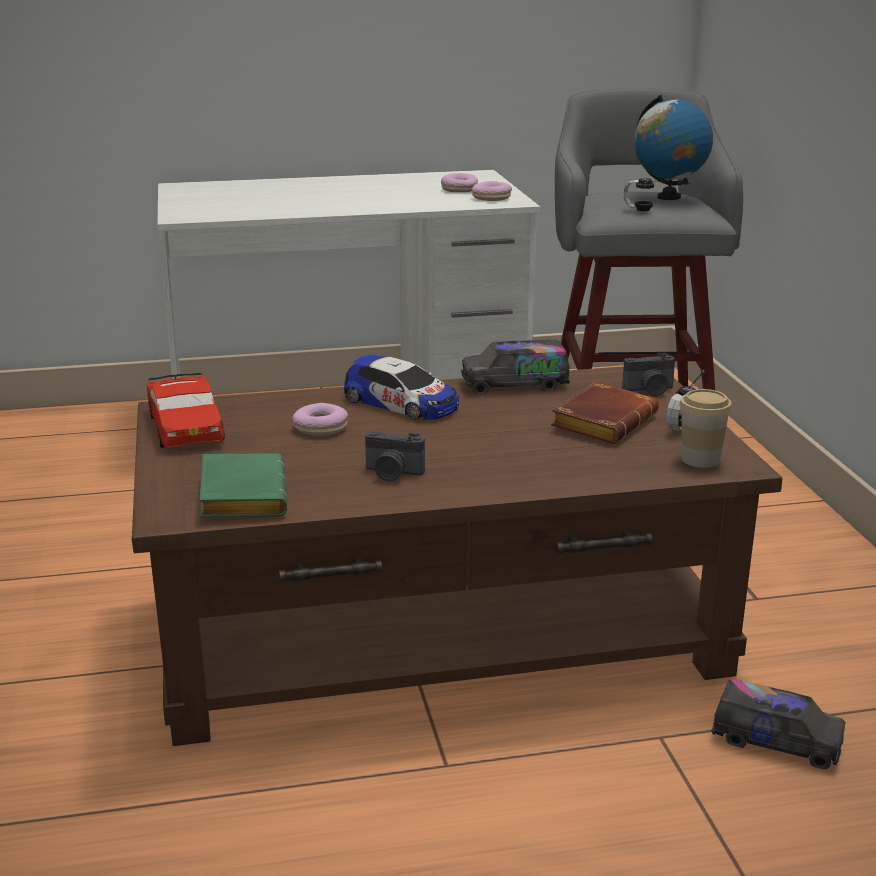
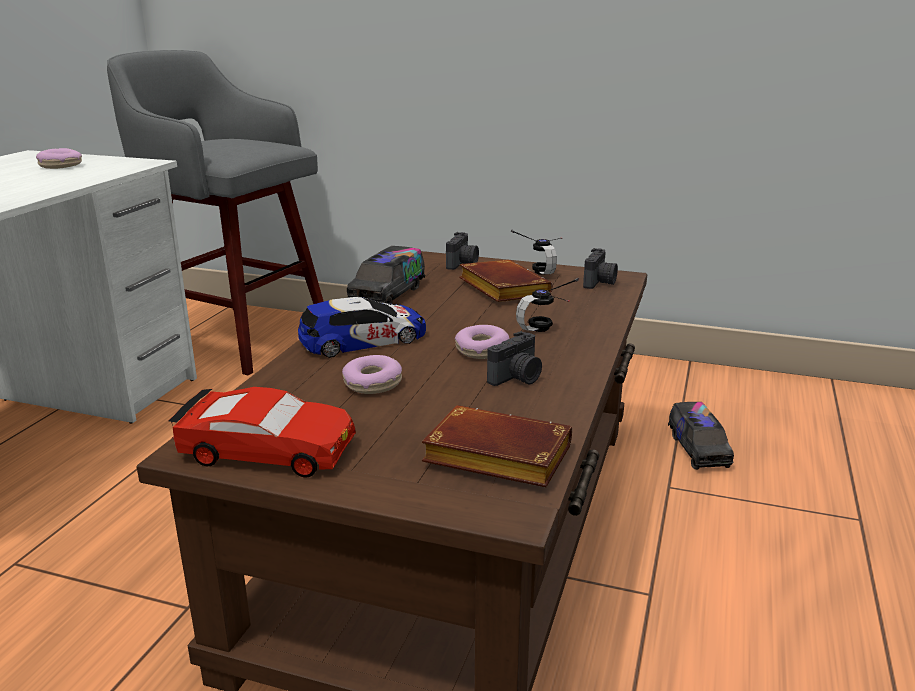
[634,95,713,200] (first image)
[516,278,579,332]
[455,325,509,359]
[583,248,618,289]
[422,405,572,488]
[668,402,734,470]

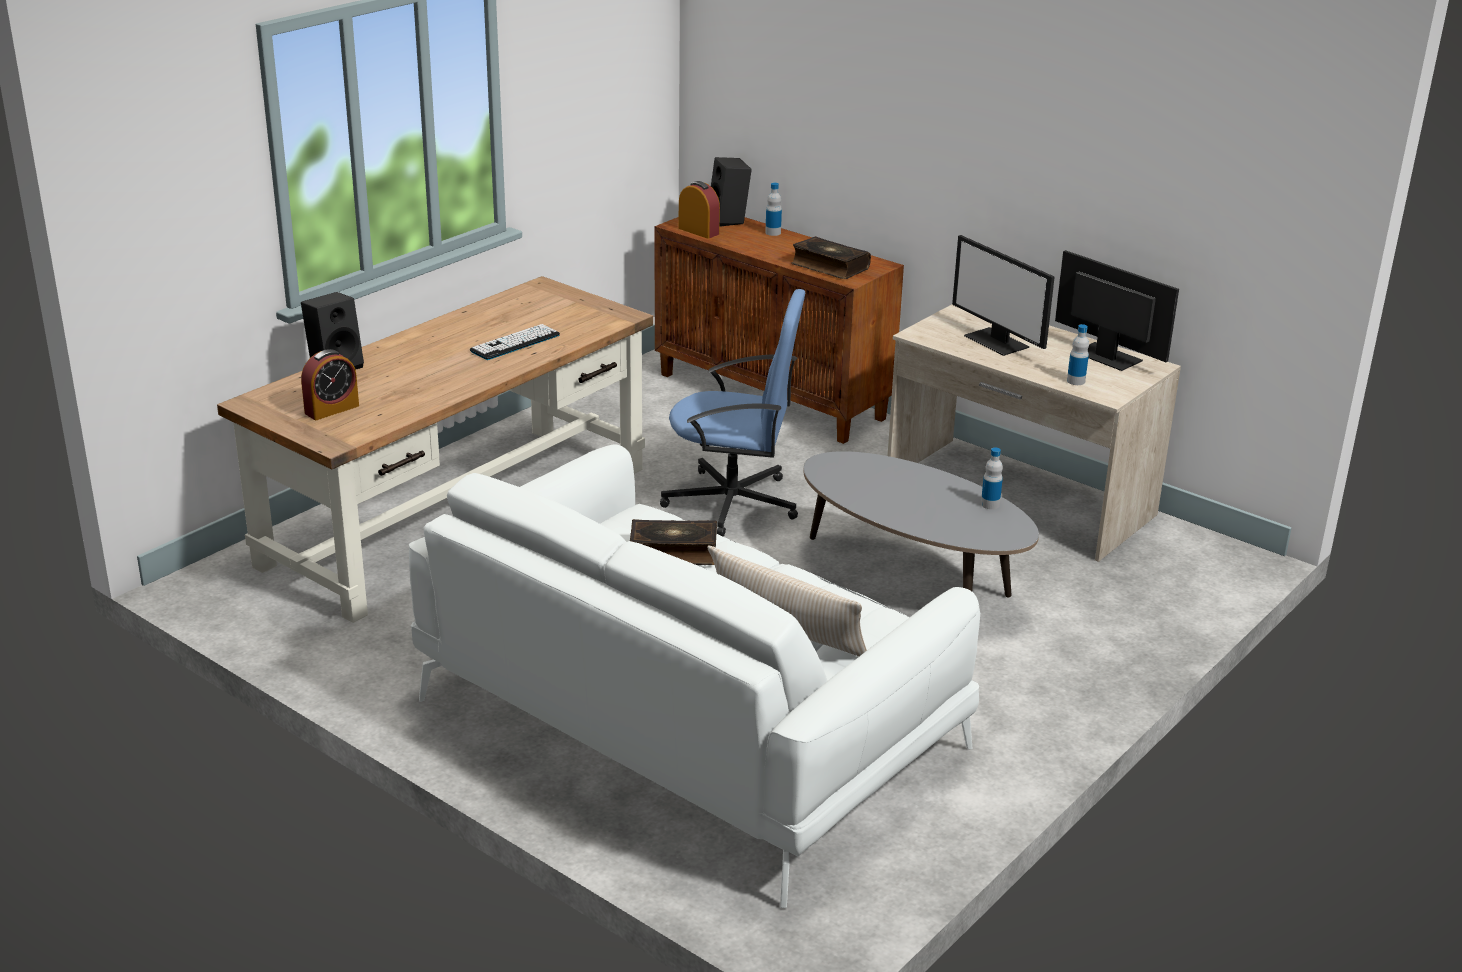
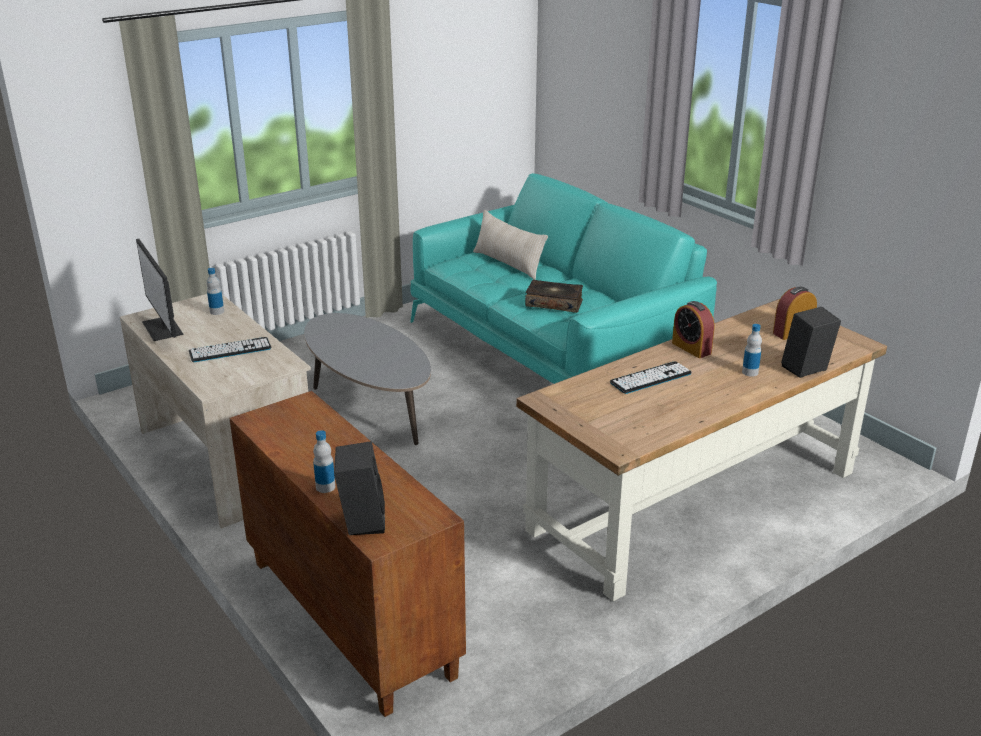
[672,301,715,358]
[189,337,271,362]
[791,236,871,279] (first image)
[660,289,805,536] (first image)
[410,173,717,384]
[742,324,762,377]

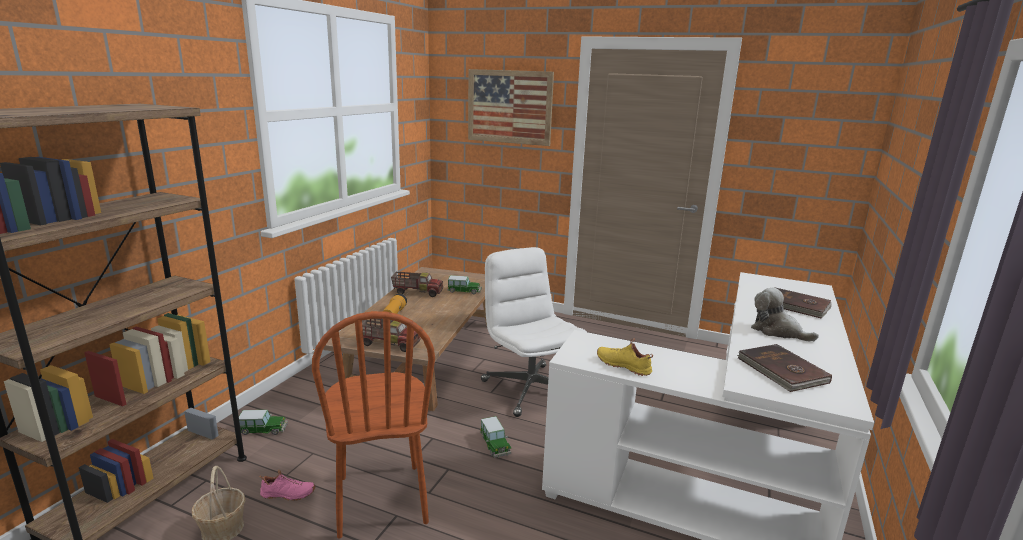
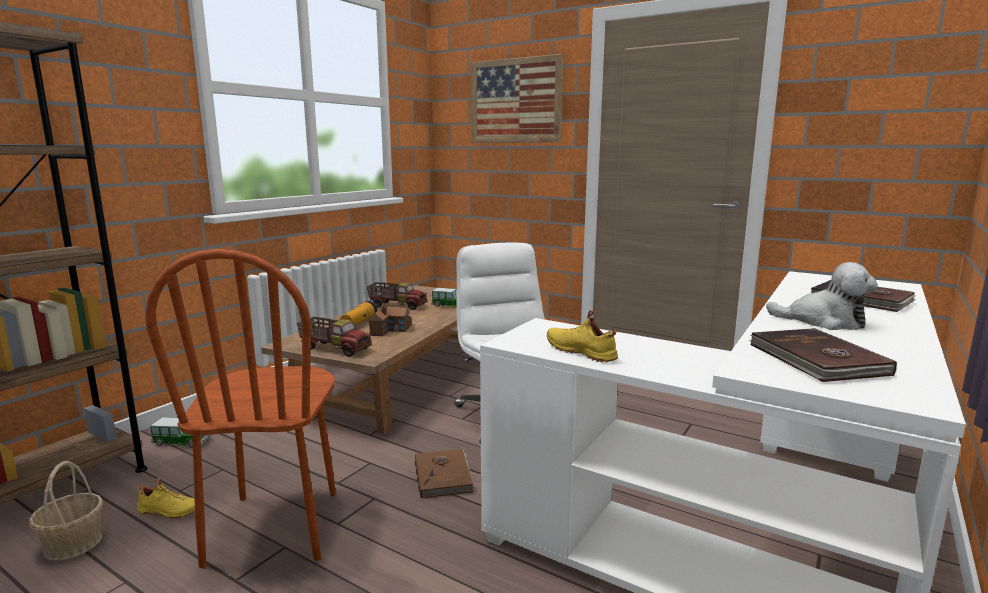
[766,262,878,330]
[415,449,474,499]
[137,478,195,519]
[368,304,412,336]

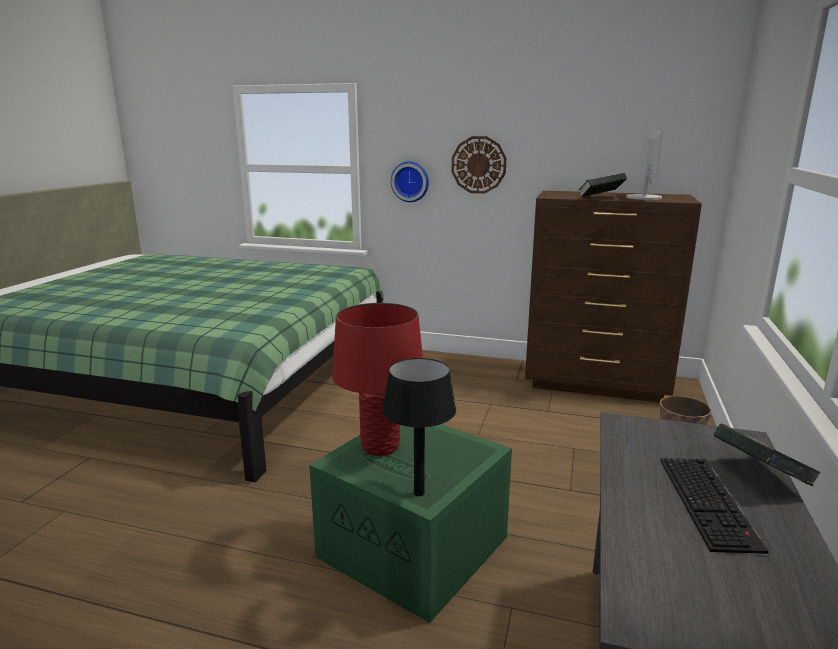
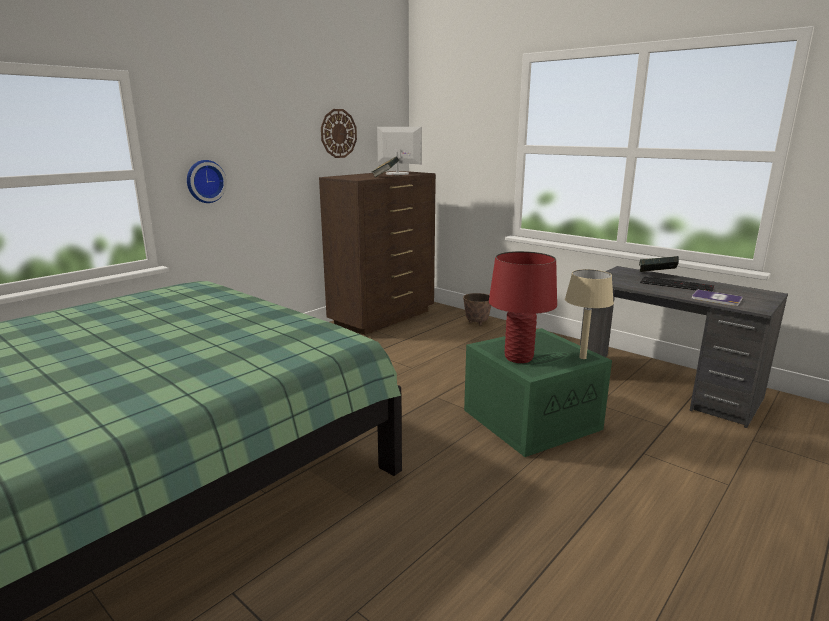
[321,109,357,158]
[565,269,614,359]
[692,290,743,306]

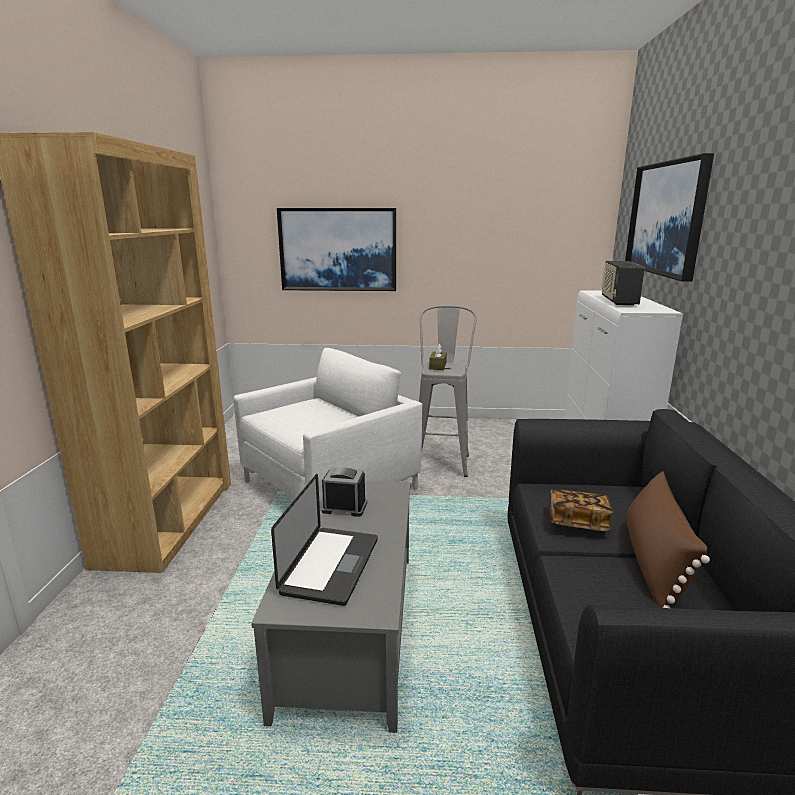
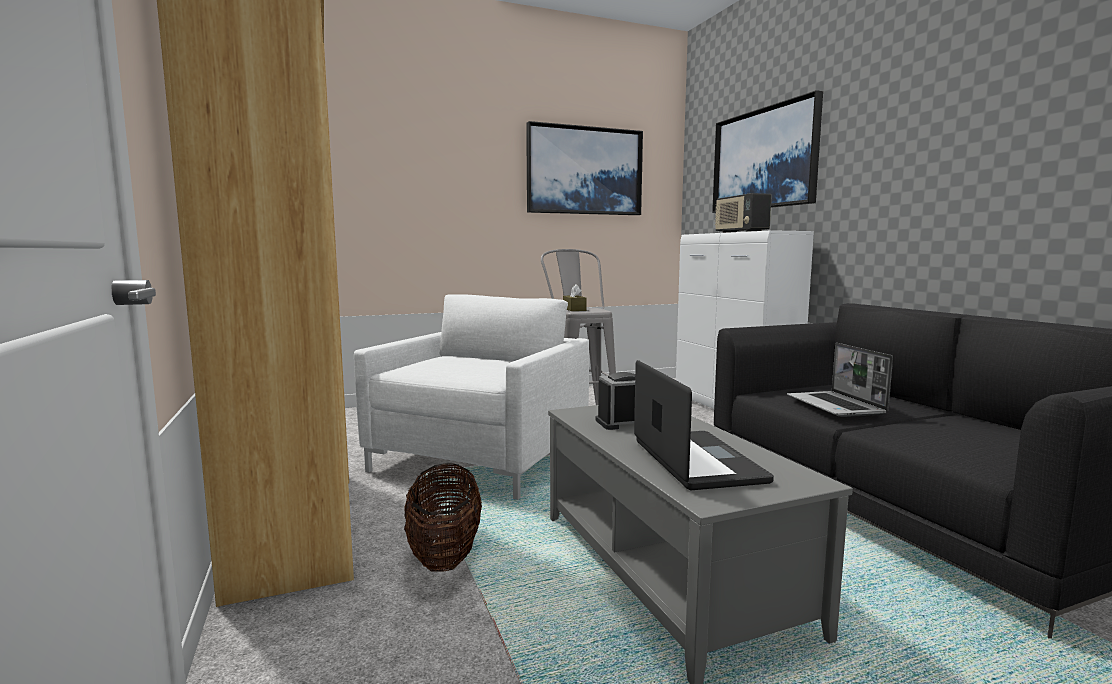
[526,121,643,215]
[626,471,710,608] (first image)
[787,343,893,417]
[404,463,482,572]

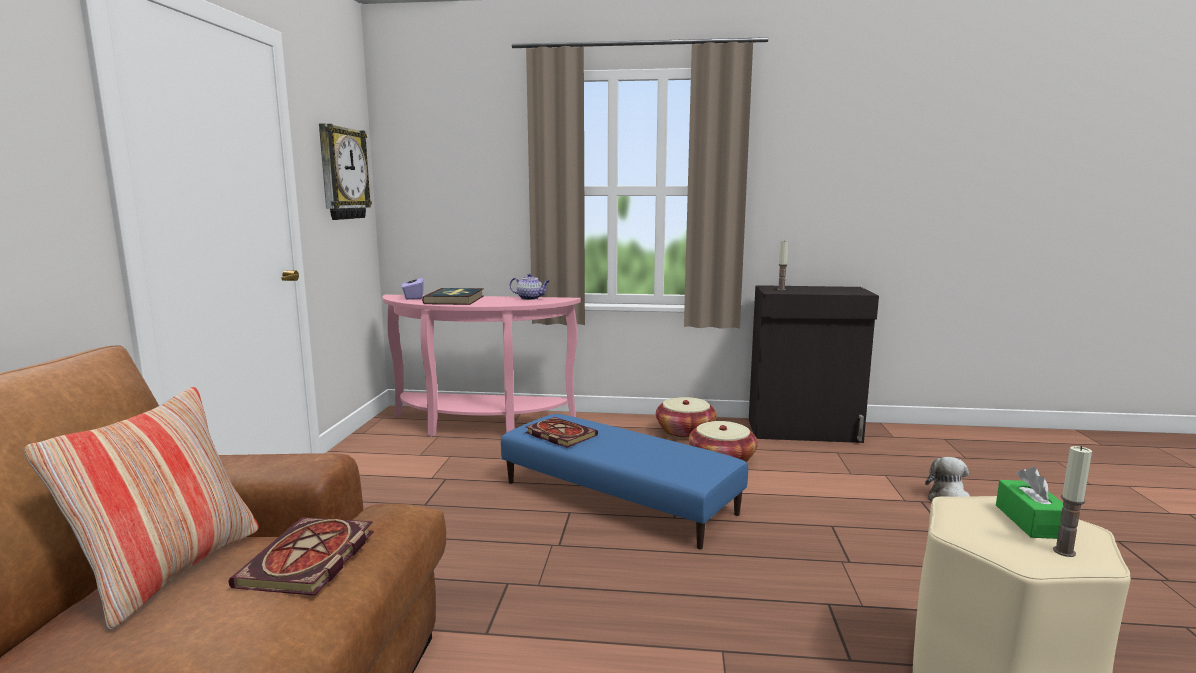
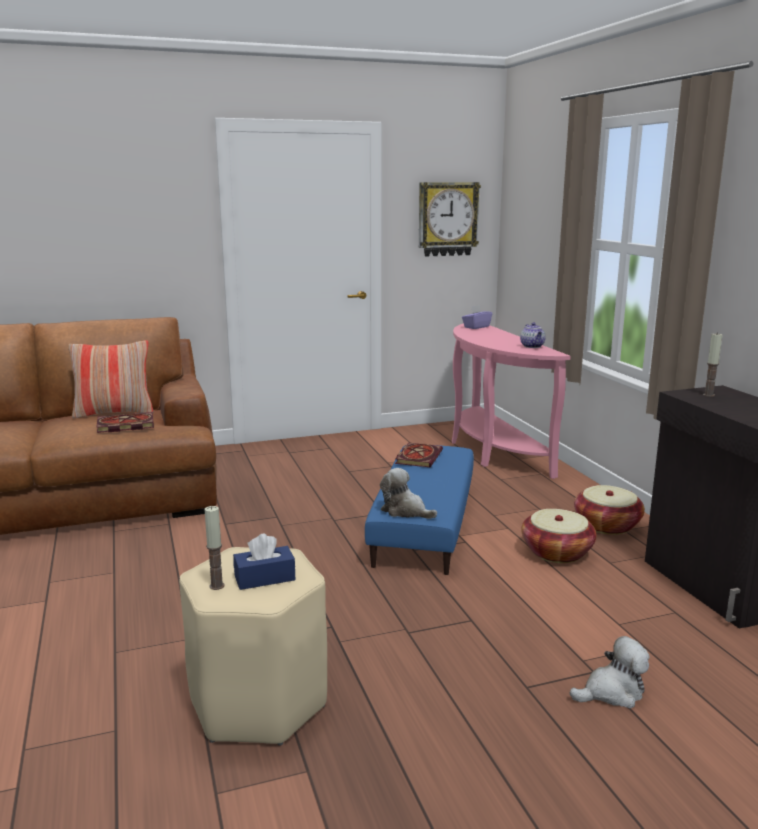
[422,288,484,305] (first image)
[233,533,295,590]
[380,468,437,519]

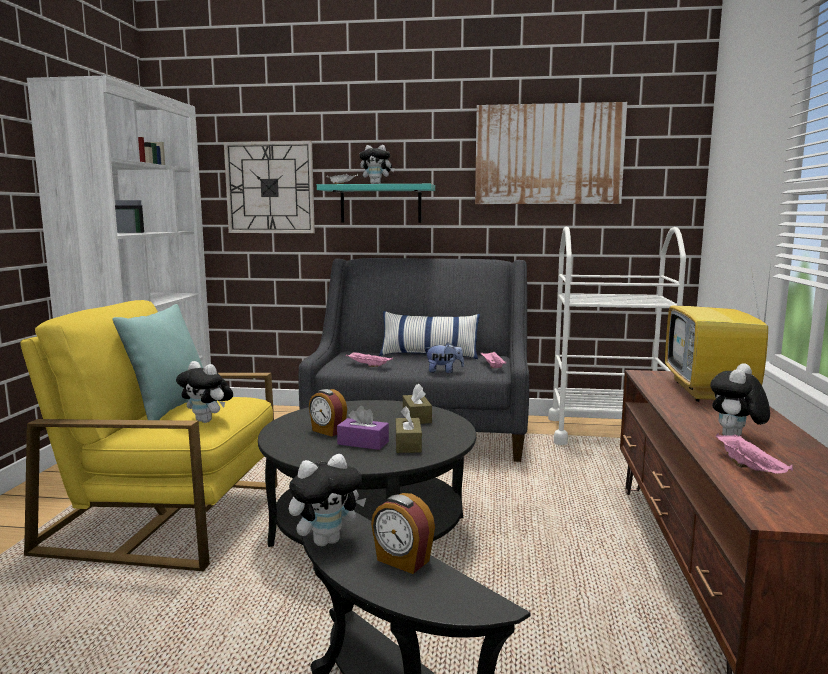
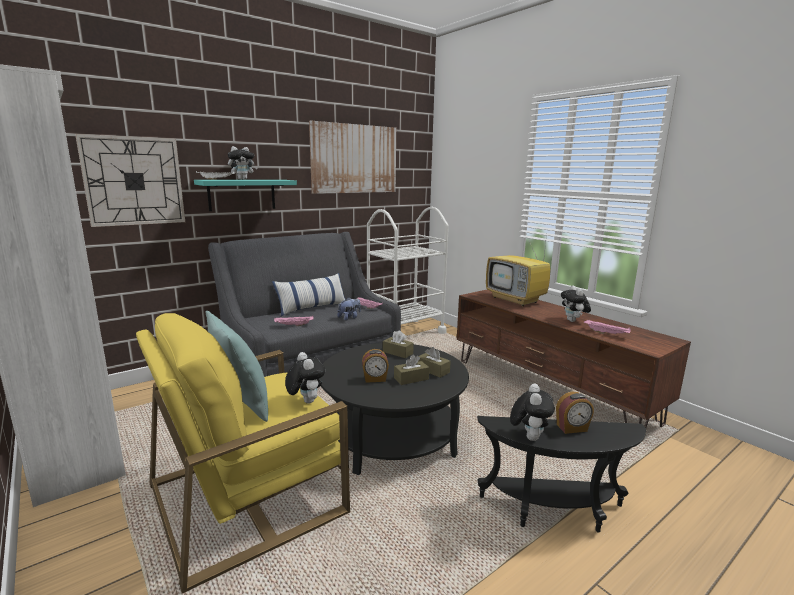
[285,352,325,404]
[394,355,429,385]

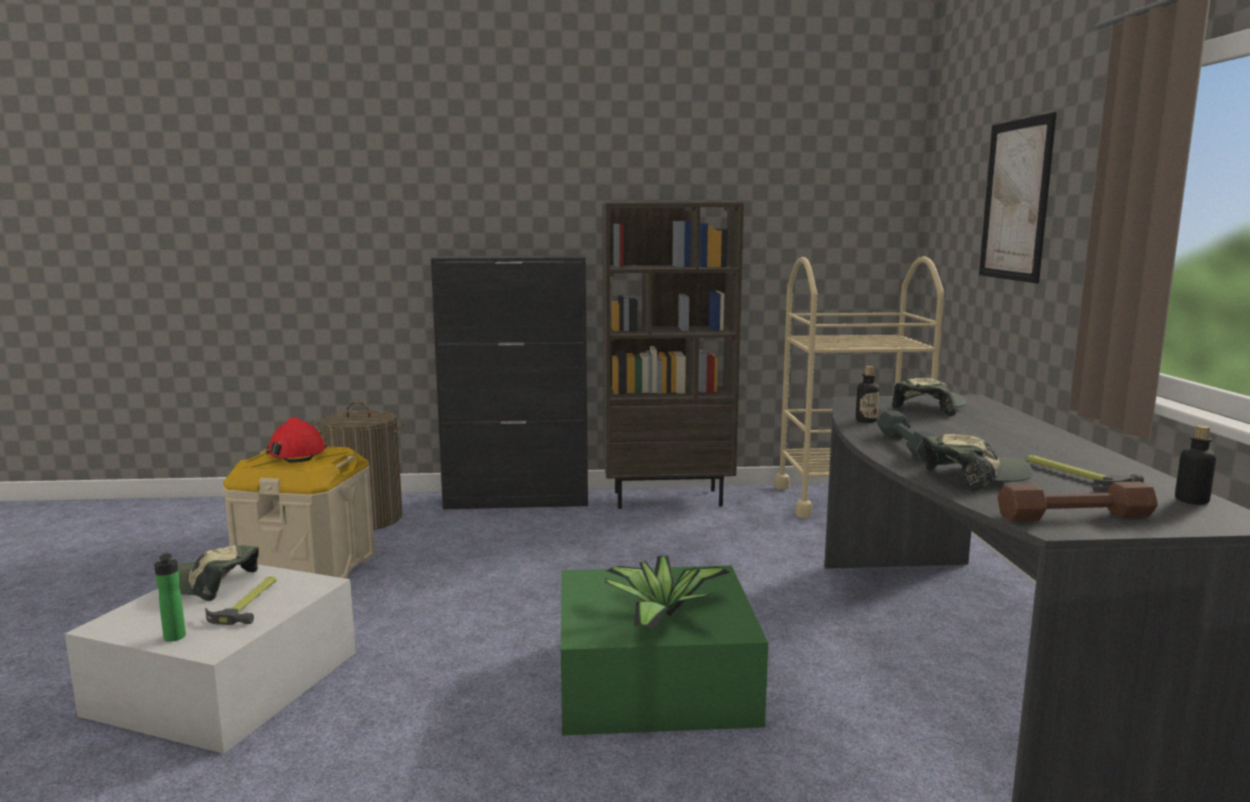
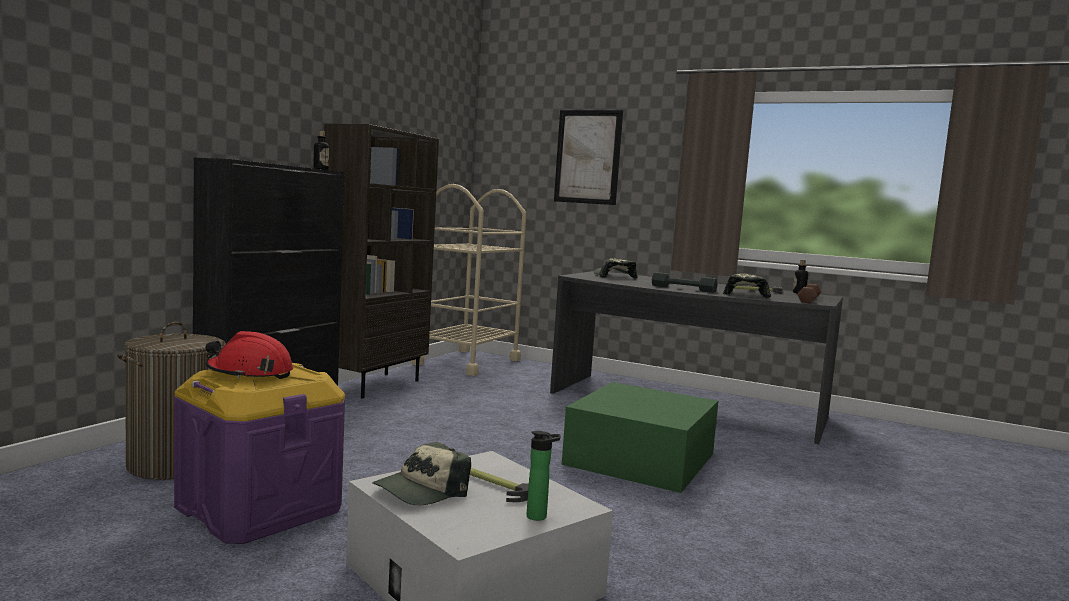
[313,131,329,170]
[174,363,346,544]
[605,556,730,629] (first image)

